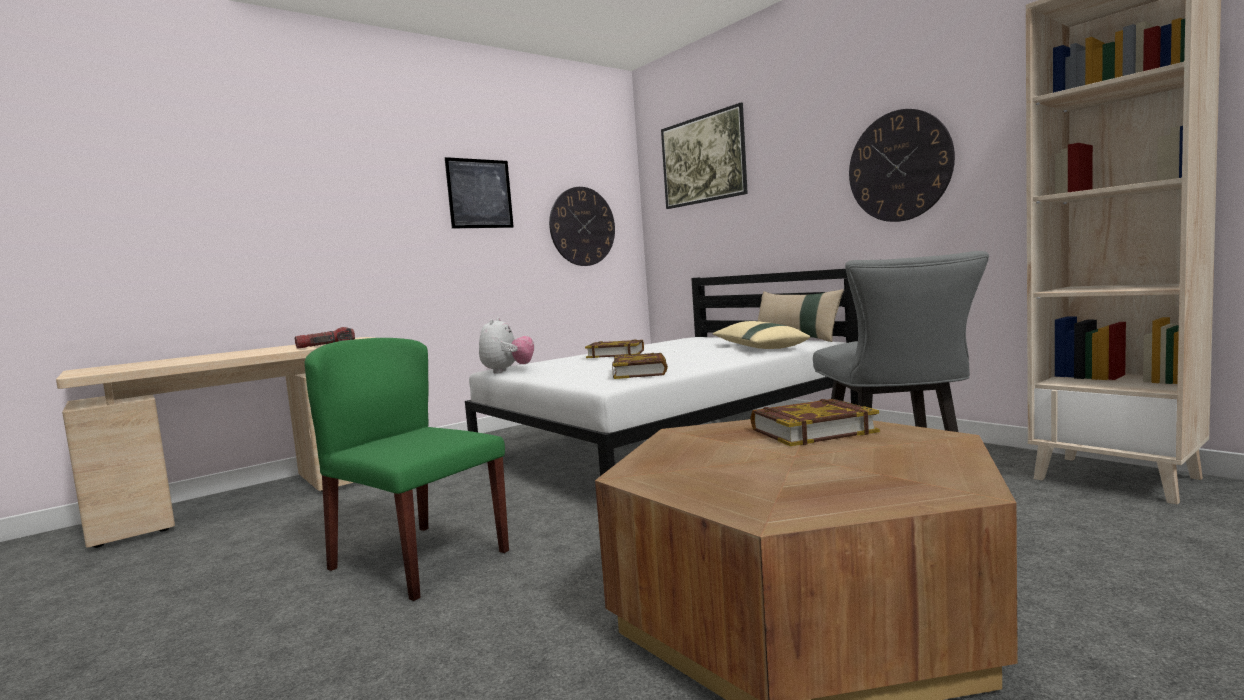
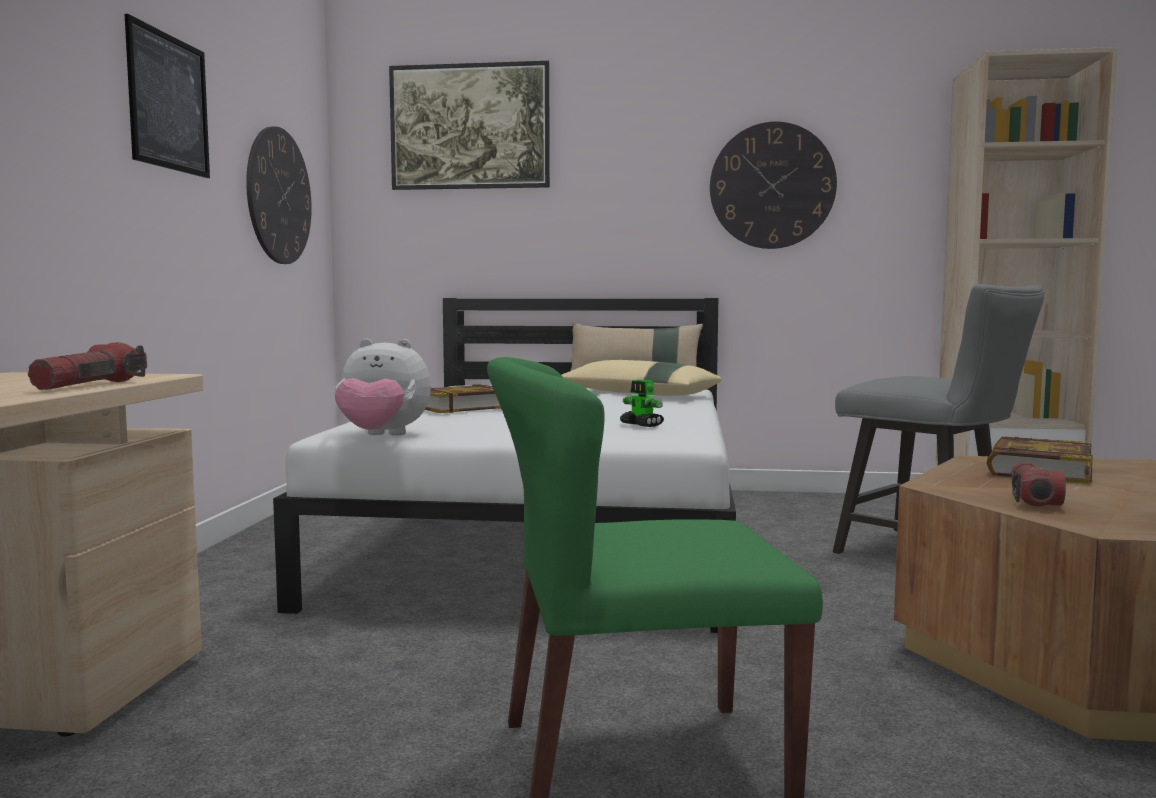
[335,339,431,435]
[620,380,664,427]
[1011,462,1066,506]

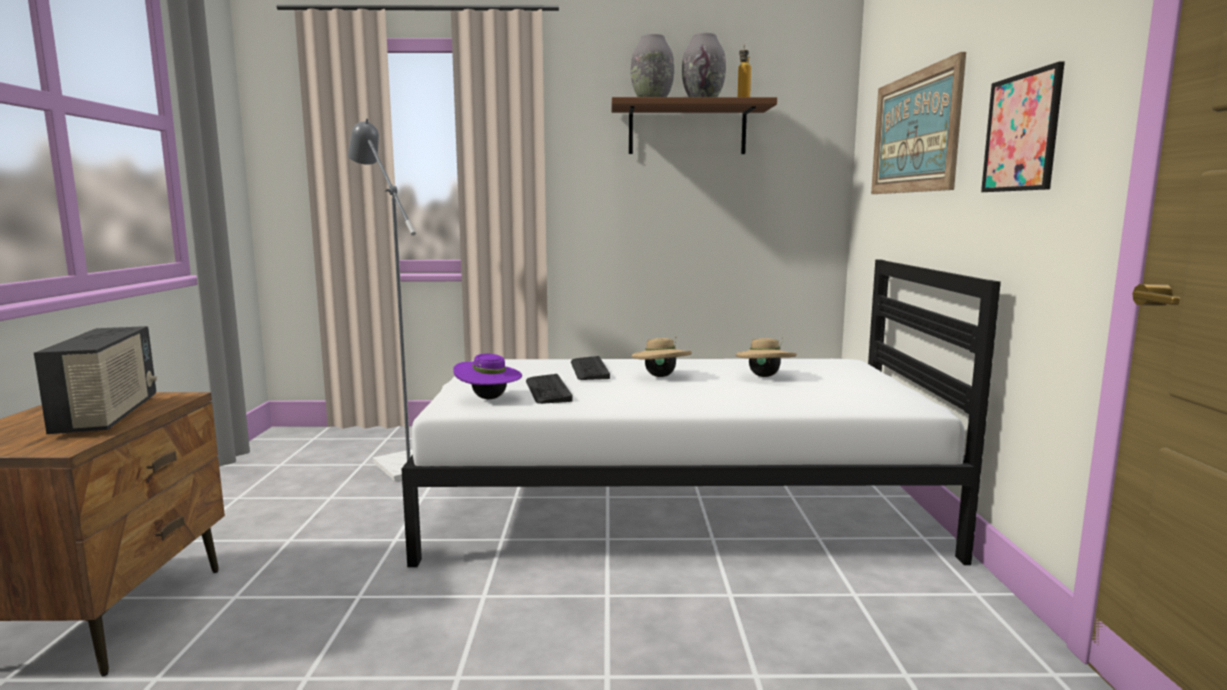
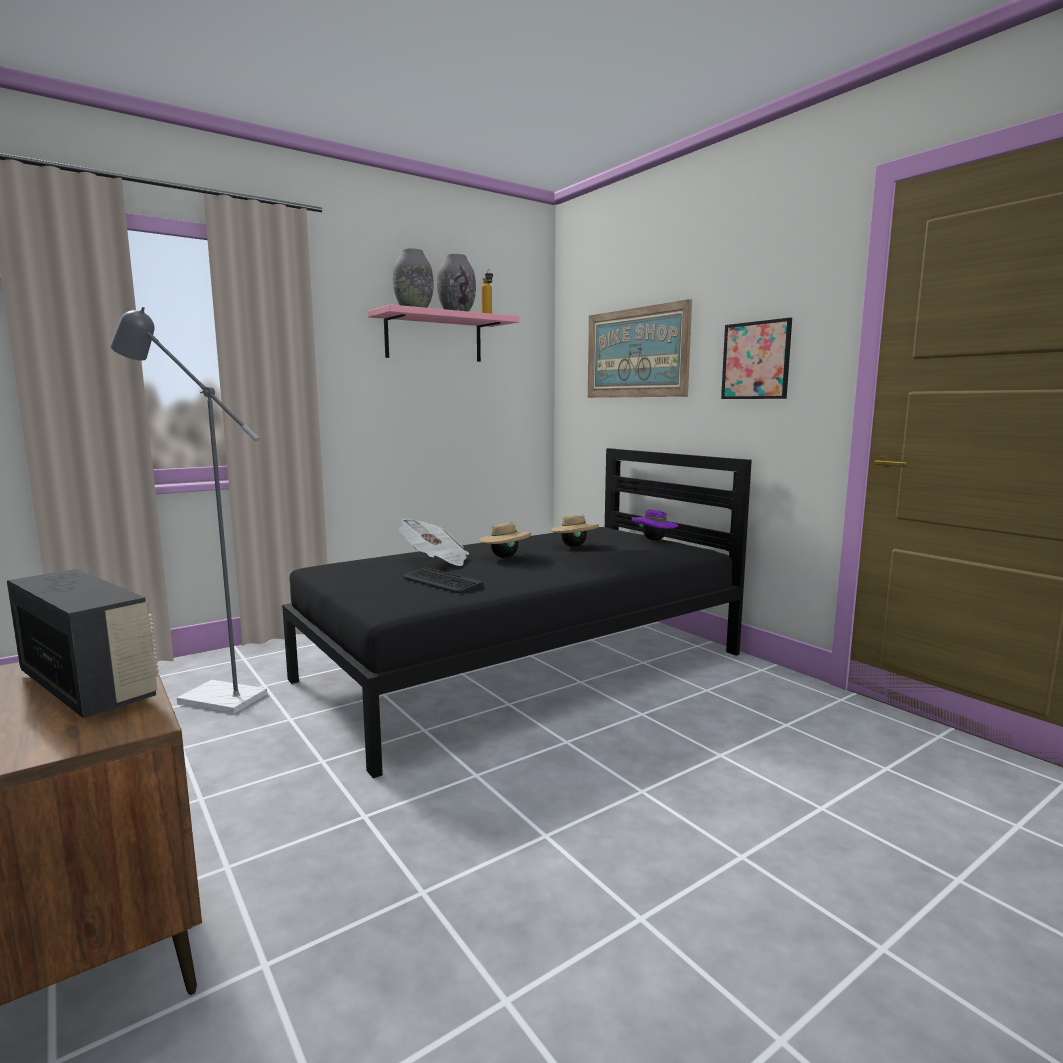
[368,304,520,362]
[282,448,752,778]
[632,510,678,540]
[399,518,469,566]

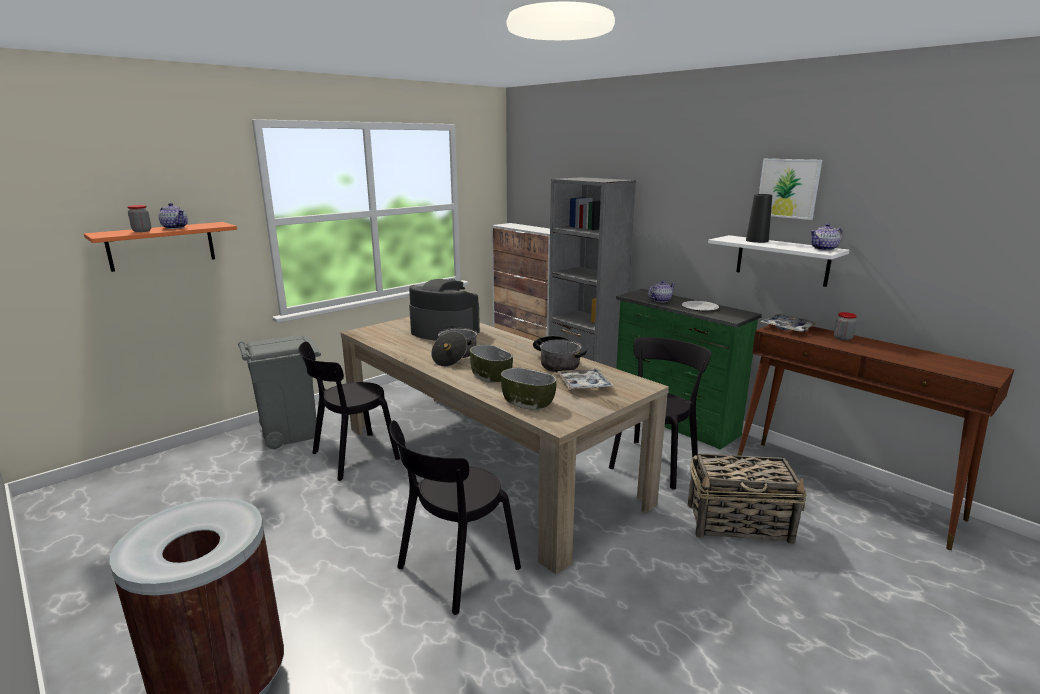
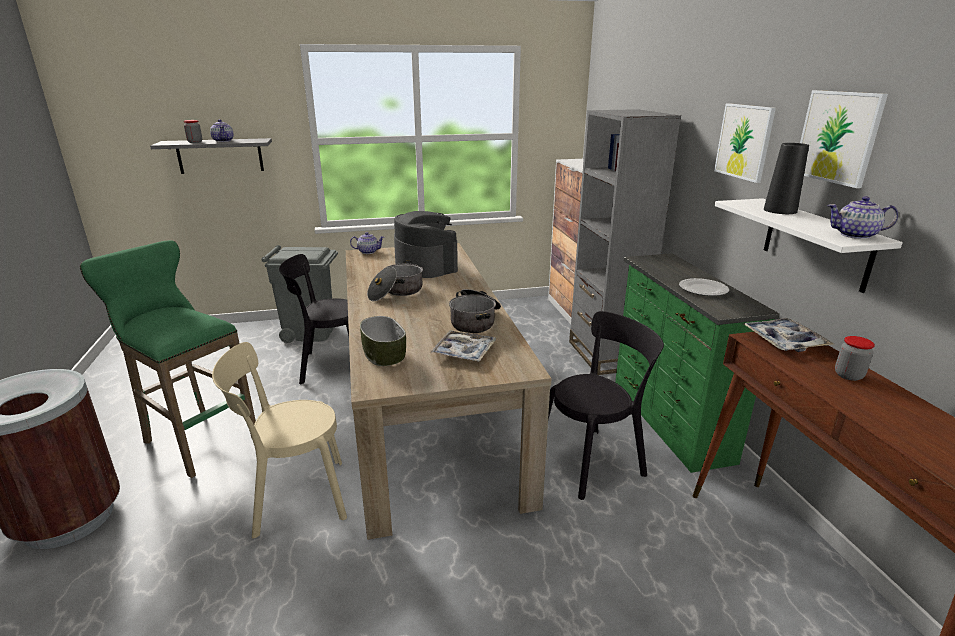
[150,138,272,174]
[350,232,384,254]
[470,345,513,383] (first image)
[212,342,347,539]
[688,453,806,544] (first image)
[714,103,776,183]
[80,240,256,478]

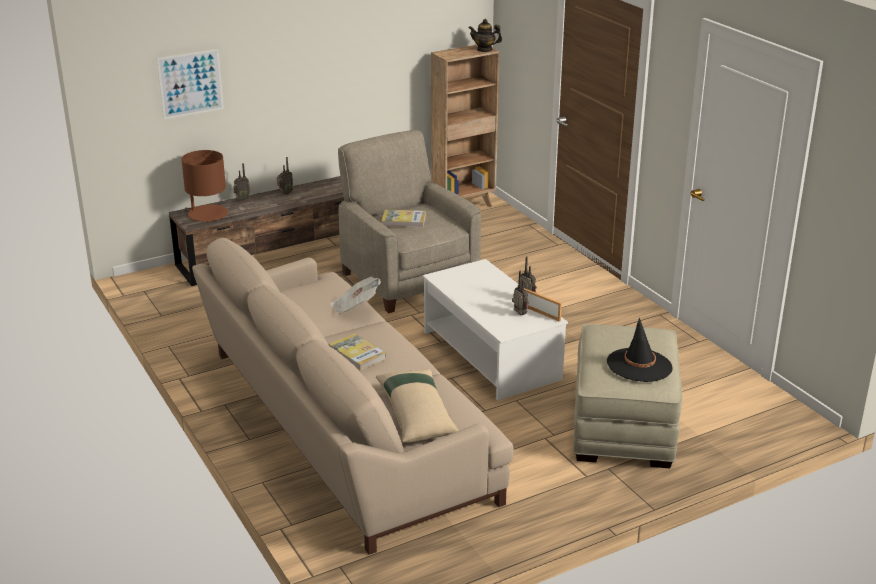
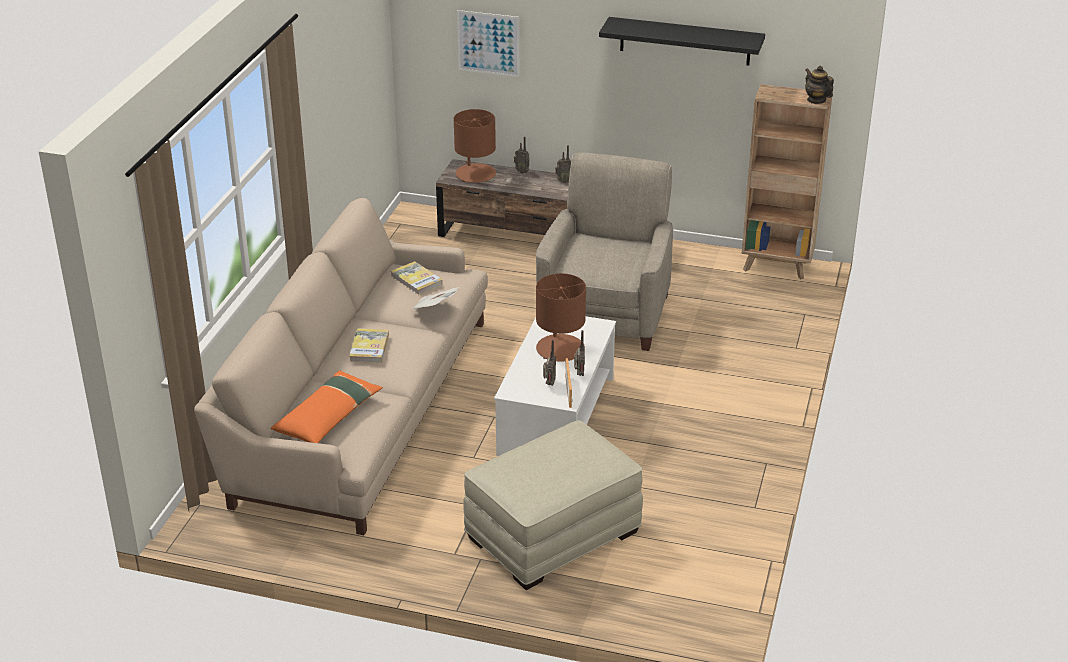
[391,261,443,295]
[607,317,673,382] (first image)
[271,370,383,443]
[599,17,765,65]
[536,273,586,362]

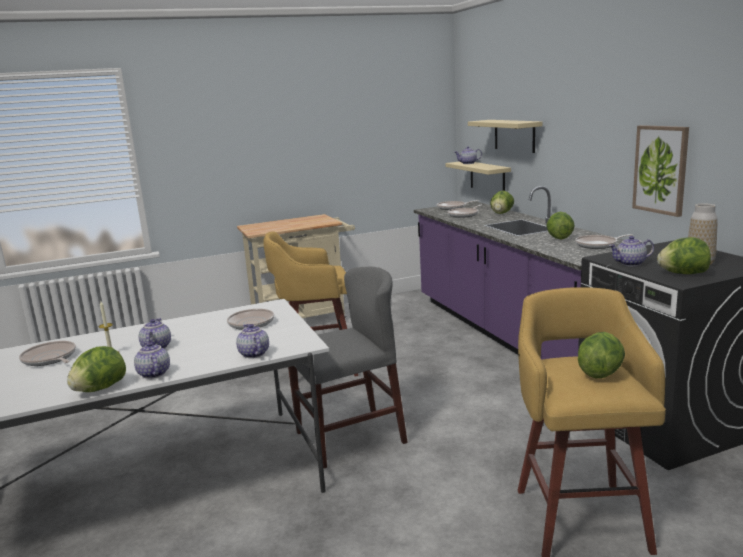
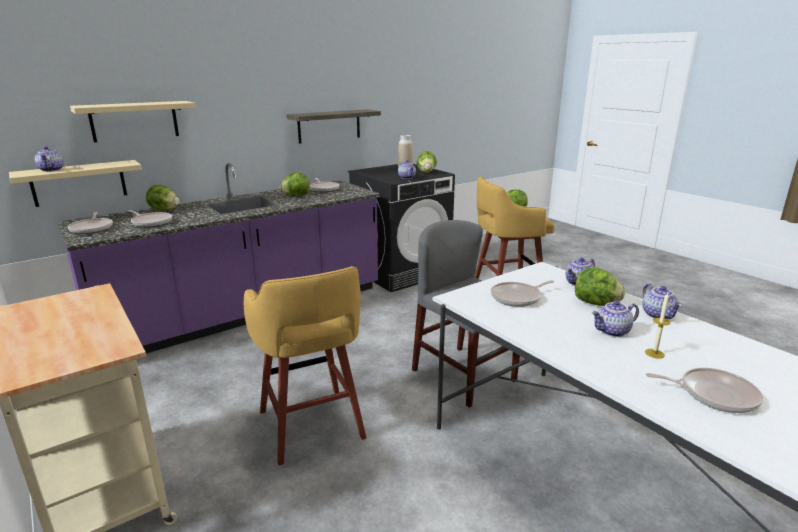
[287,109,381,144]
[646,368,763,413]
[642,284,682,319]
[575,268,625,306]

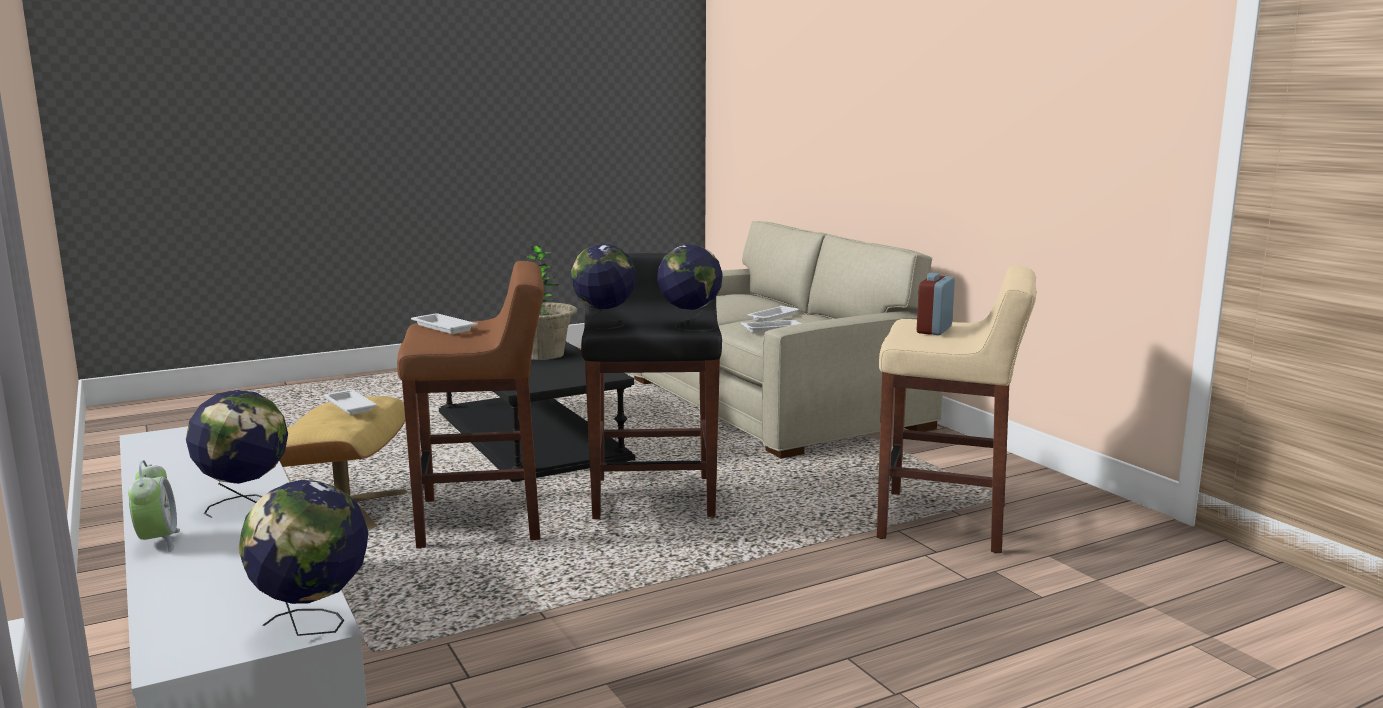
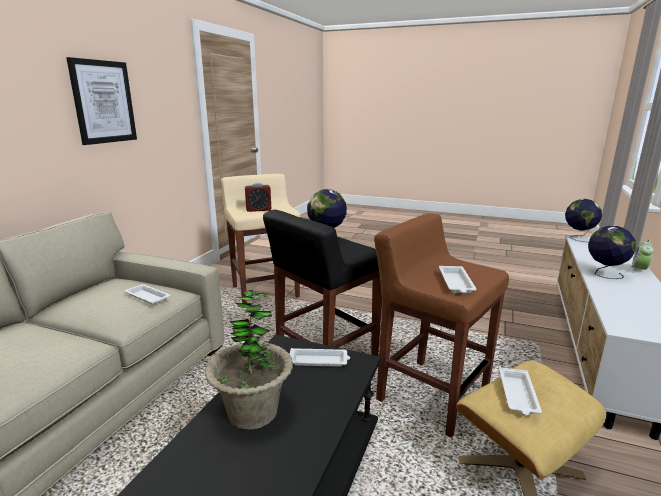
[571,244,636,329] (first image)
[290,348,350,367]
[66,57,137,145]

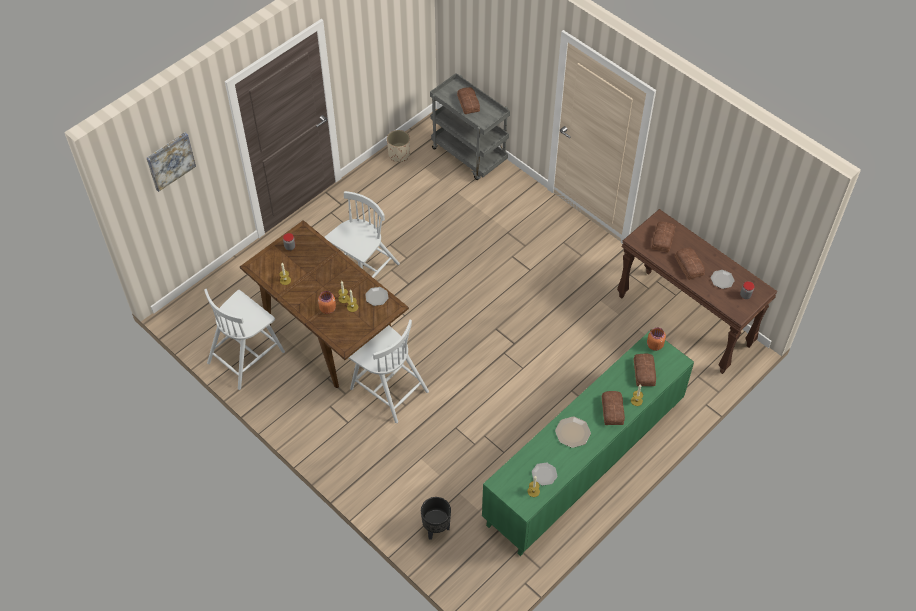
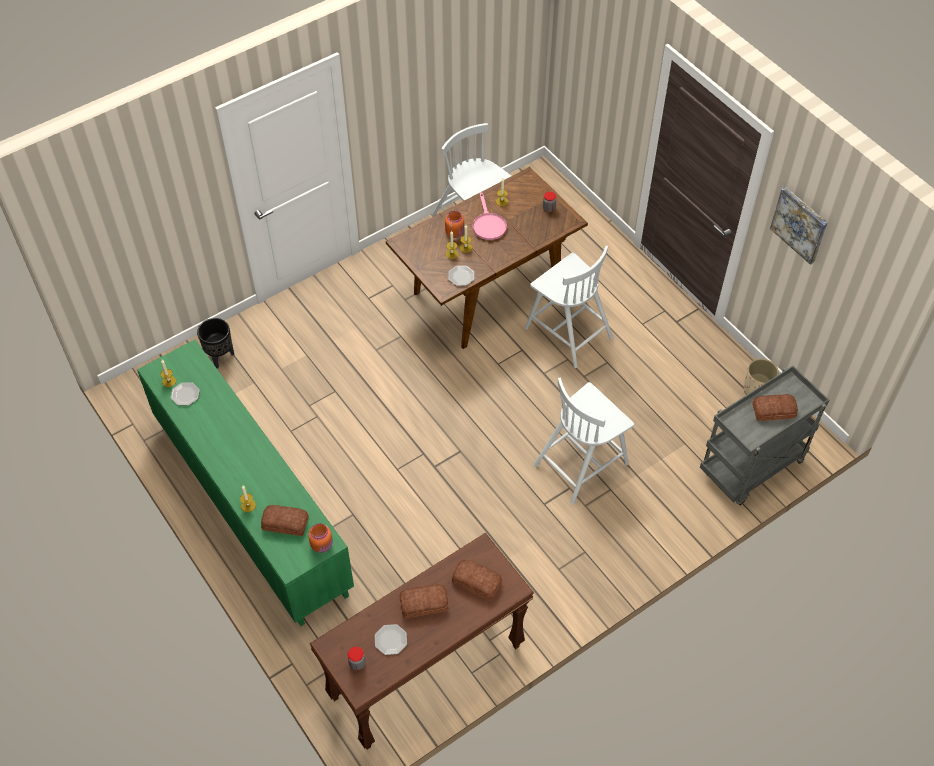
[770,187,828,265]
[533,377,634,505]
[602,391,625,425] (first image)
[555,416,591,448] (first image)
[473,192,507,240]

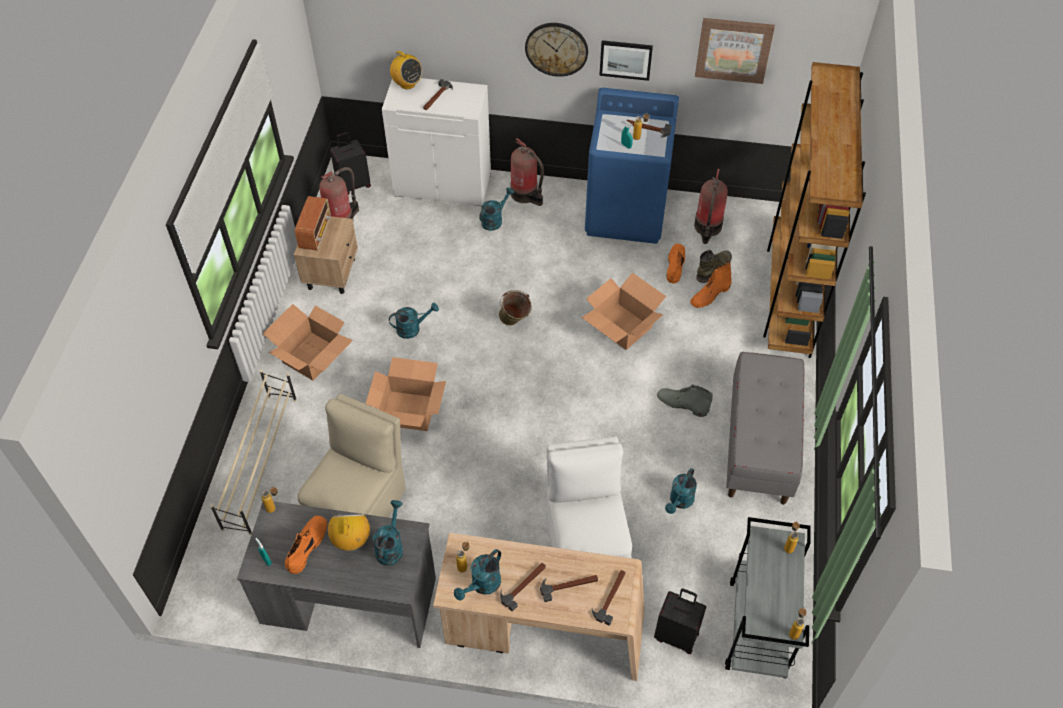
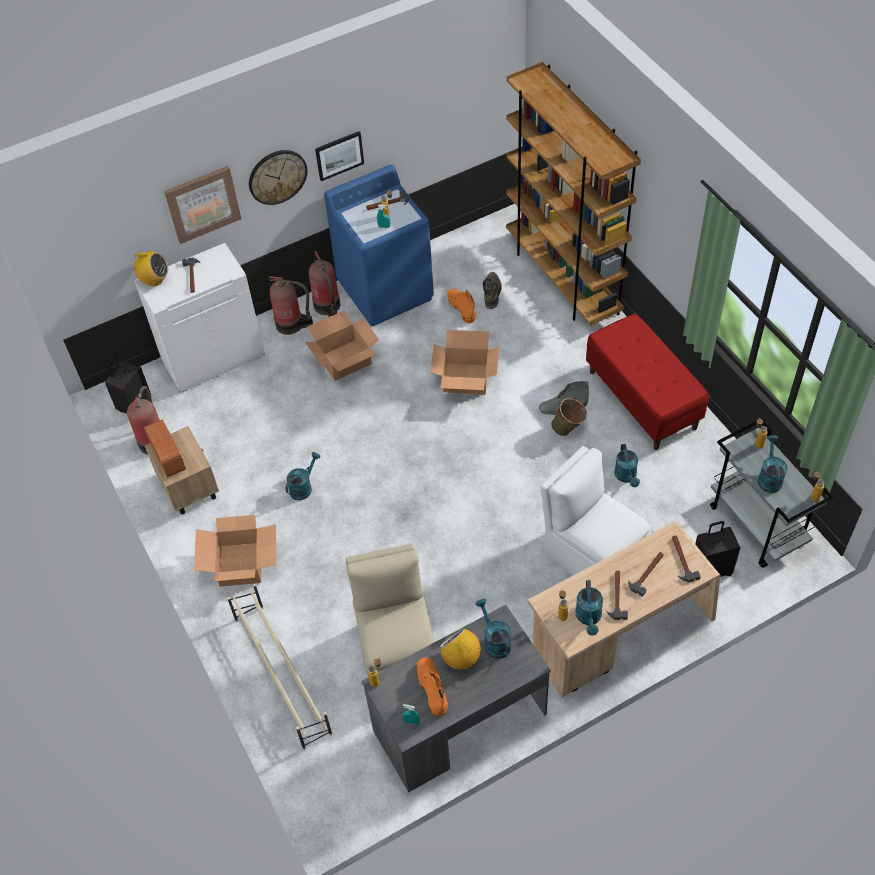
[164,166,241,244]
[309,251,340,317]
[758,435,787,493]
[690,263,732,308] (first image)
[551,397,587,436]
[586,313,709,450]
[305,311,379,381]

